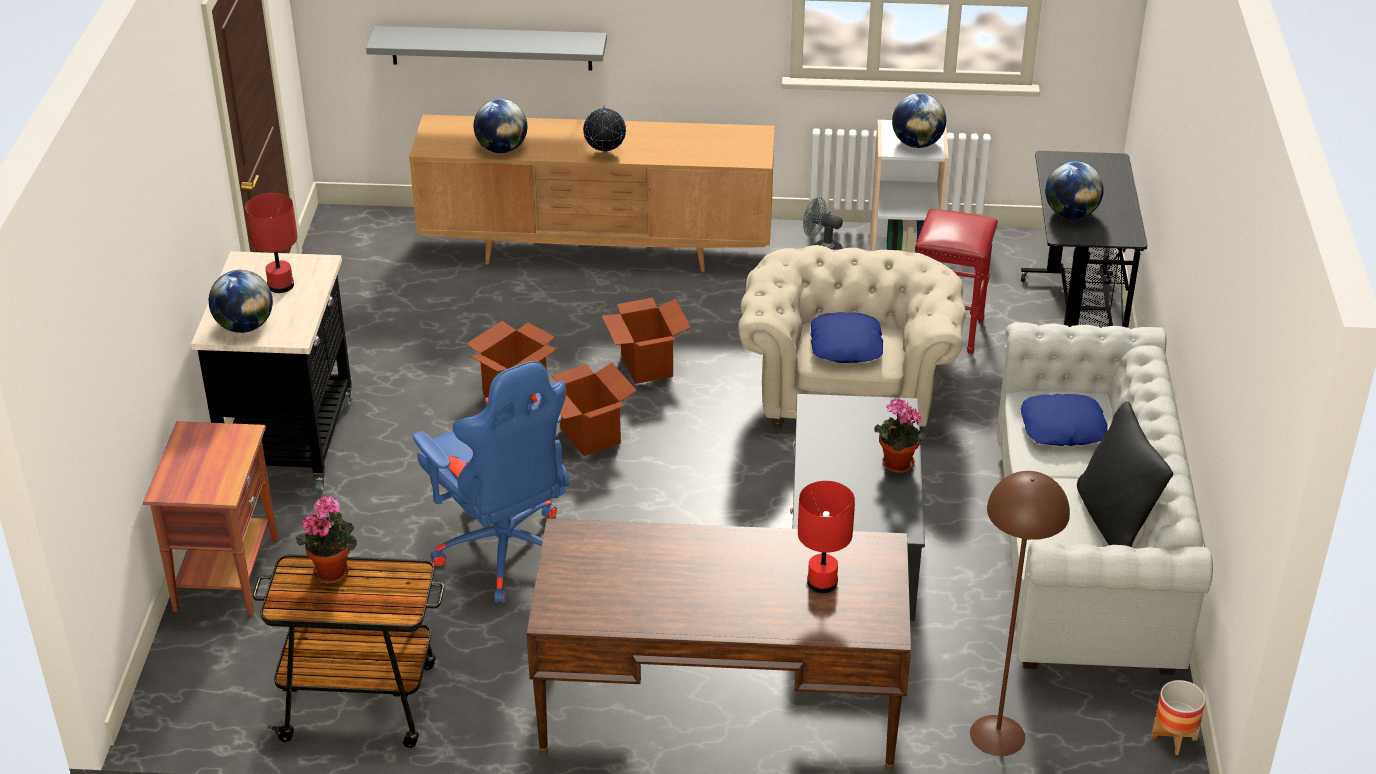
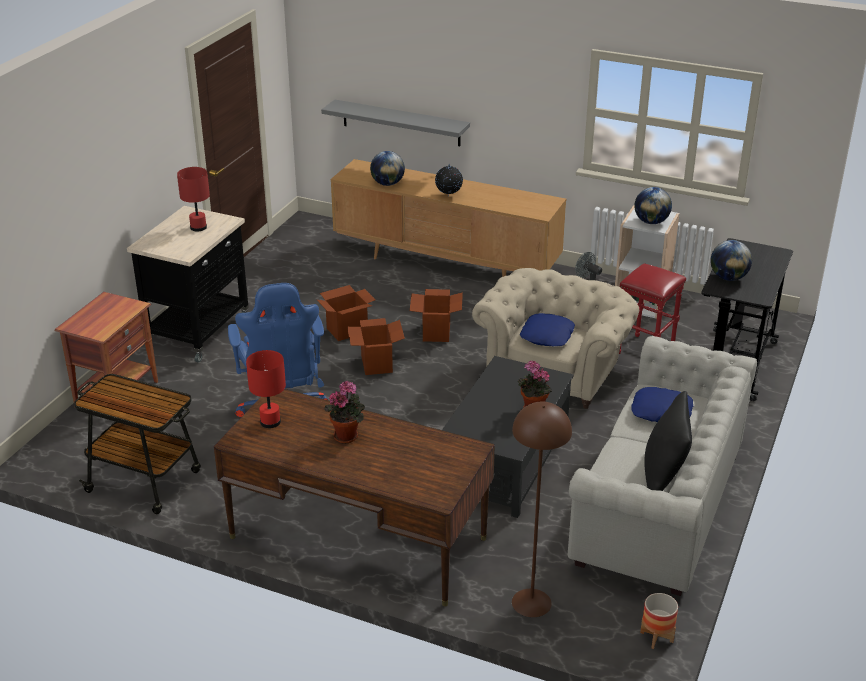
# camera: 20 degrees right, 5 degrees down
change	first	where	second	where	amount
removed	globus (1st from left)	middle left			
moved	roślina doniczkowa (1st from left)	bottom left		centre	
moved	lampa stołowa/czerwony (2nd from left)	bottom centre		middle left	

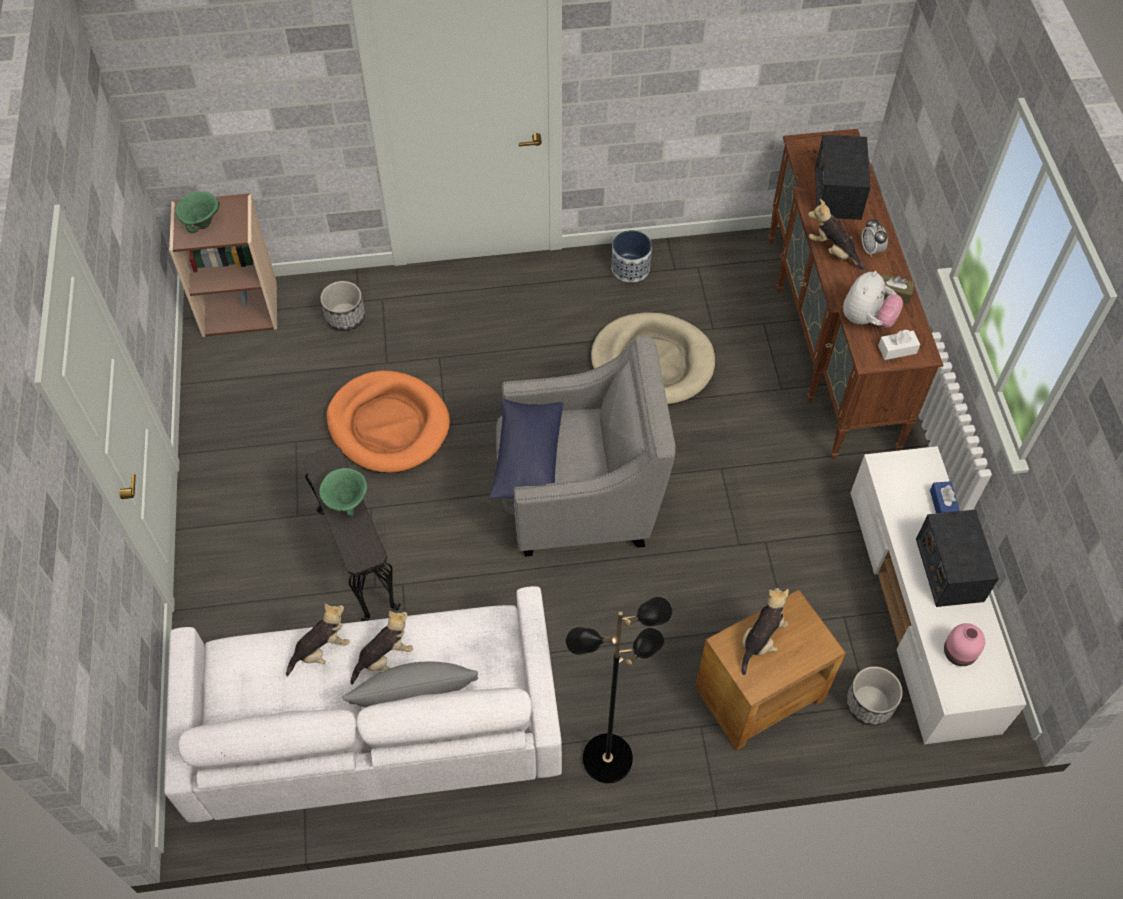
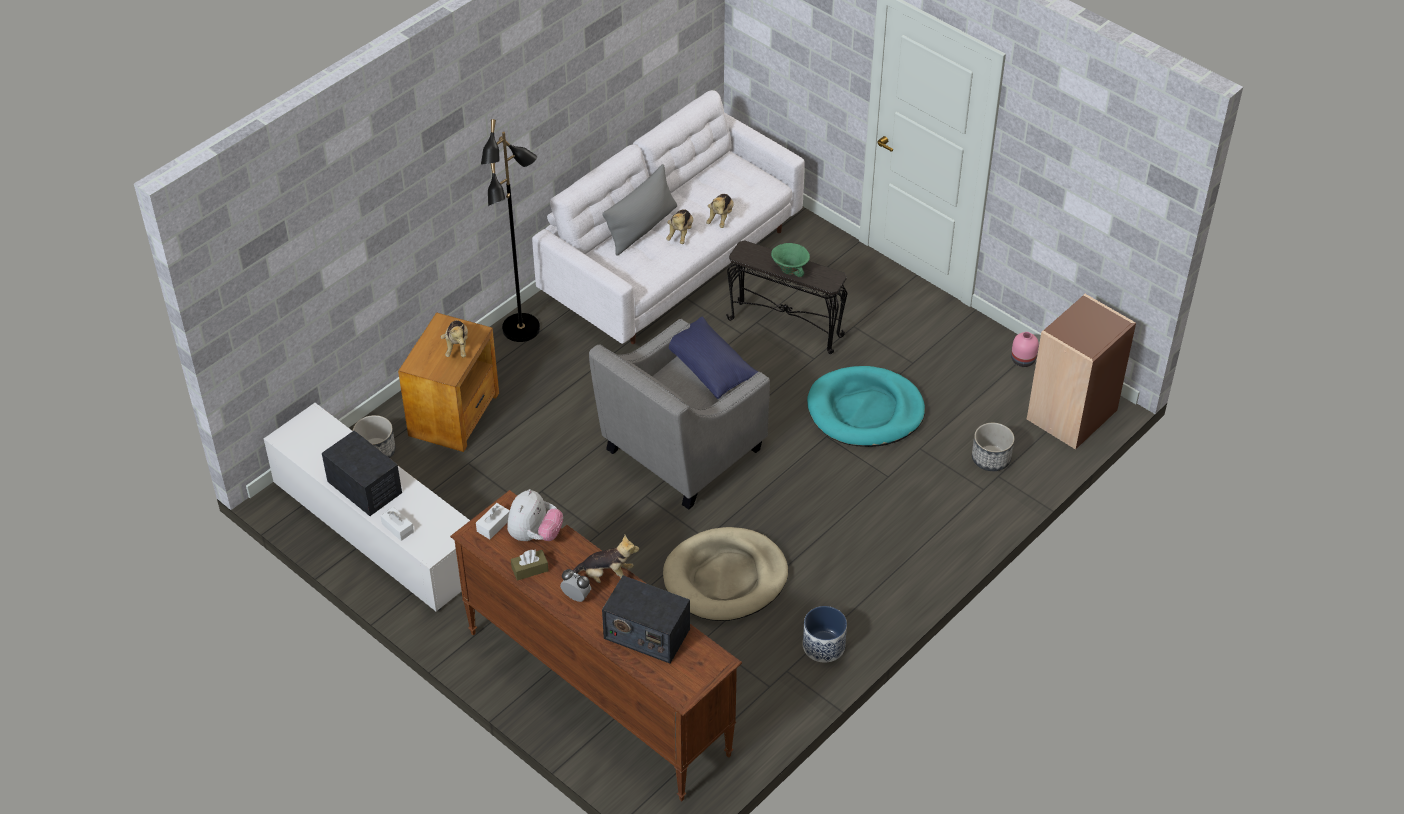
# camera: 140 degrees right, 10 degrees down
change	first	where	second	where	amount
removed	miska/zielony (1st from left)	top left			
recoloured	legowisko/pomarańczowy	centre	legowisko/turkusowy	centre	
turned	radio (1st from left in the first image)	top right	radio (2nd from left)	bottom centre	150 degrees clockwise
turned	pluszak (5th from left in the first image)	top right	pluszak (2nd from left)	centre	150 degrees counterclockwise
recoloured	pudełko chusteczek/niebieski	middle right	pudełko chusteczek/biały (1st from left)	middle left	
moved	wazon/różowy	bottom right		middle right	

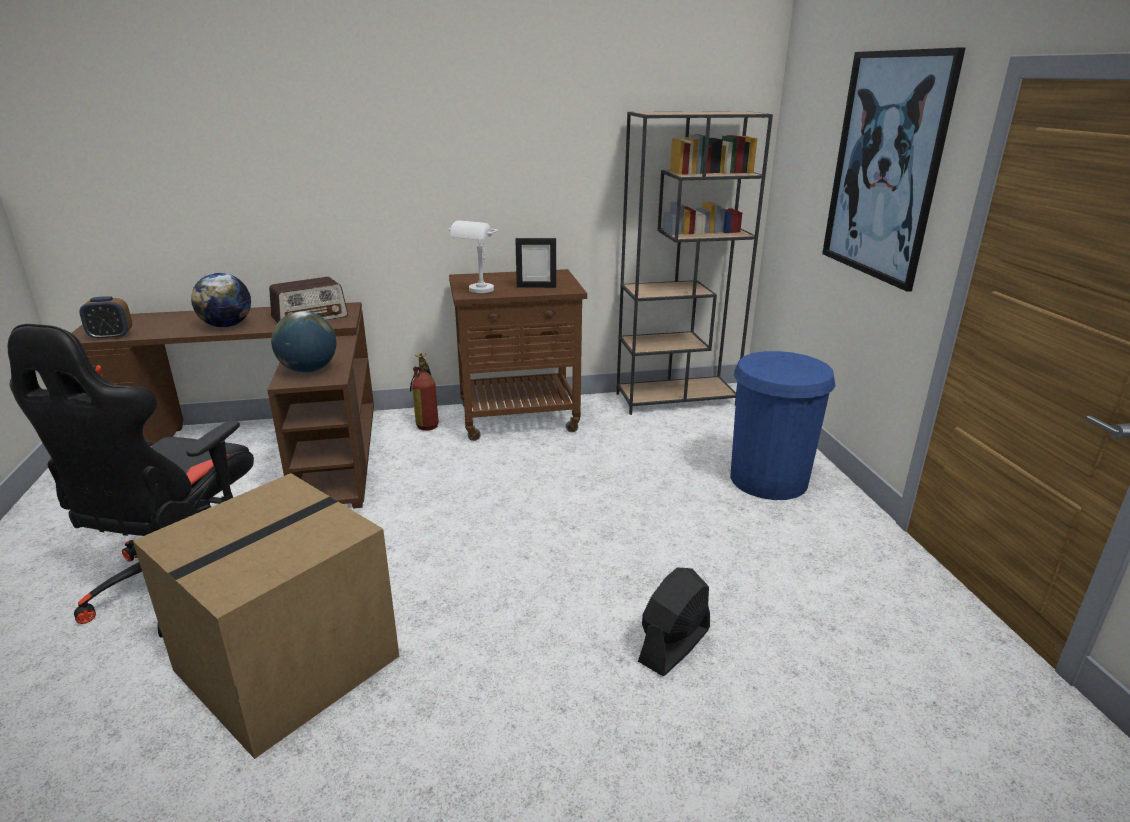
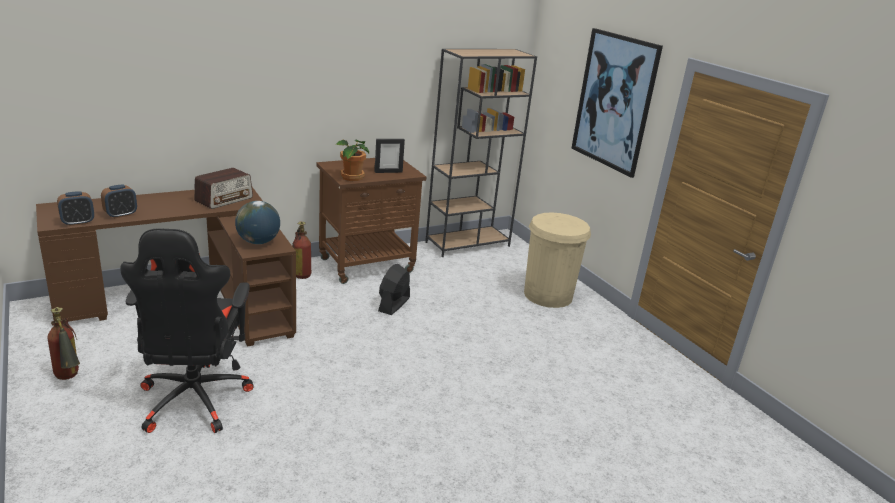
# camera: 20 degrees left, 0 degrees up
change	first	where	second	where	amount
removed	karton	bottom left			
removed	globus (1st from left)	middle left			
replaced	lampa stołowa/biały	top centre	roślina doniczkowa	top centre	
moved	wentylator/czarny	bottom centre		centre	
recoloured	kosz na śmieci/niebieski	middle right	kosz na śmieci/beżowy	centre	
added			gaśnica (1st from left)	bottom left	
added			budzik (2nd from left)	middle left	

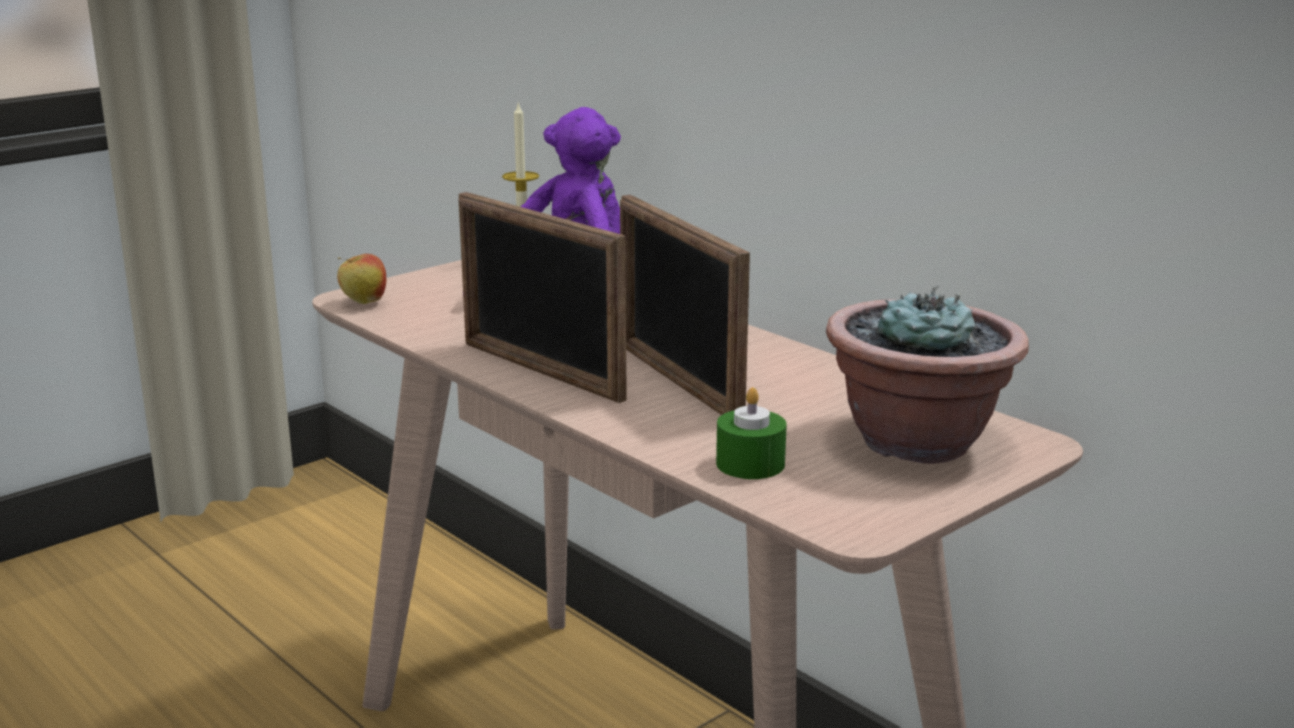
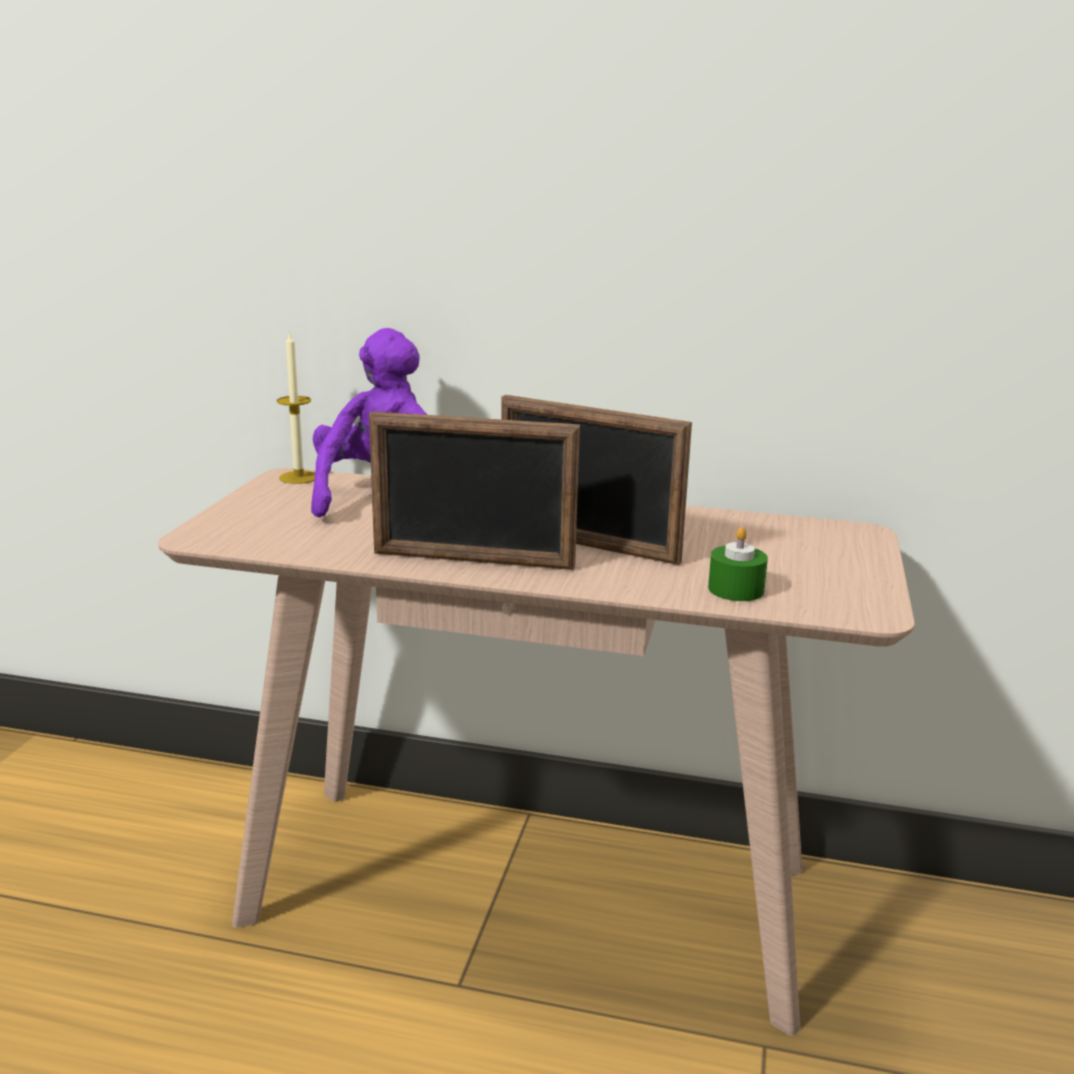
# camera: 35 degrees left, 0 degrees up
change	first	where	second	where	amount
removed	jabłko	middle left			
removed	roślina doniczkowa	middle right			

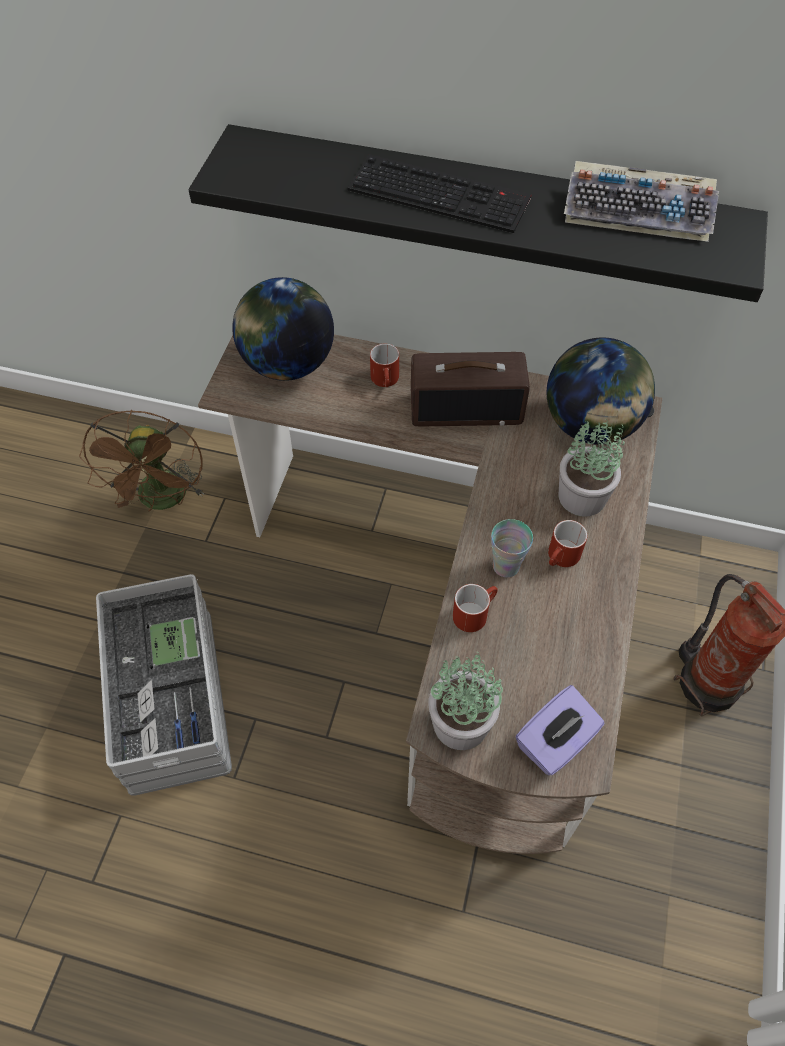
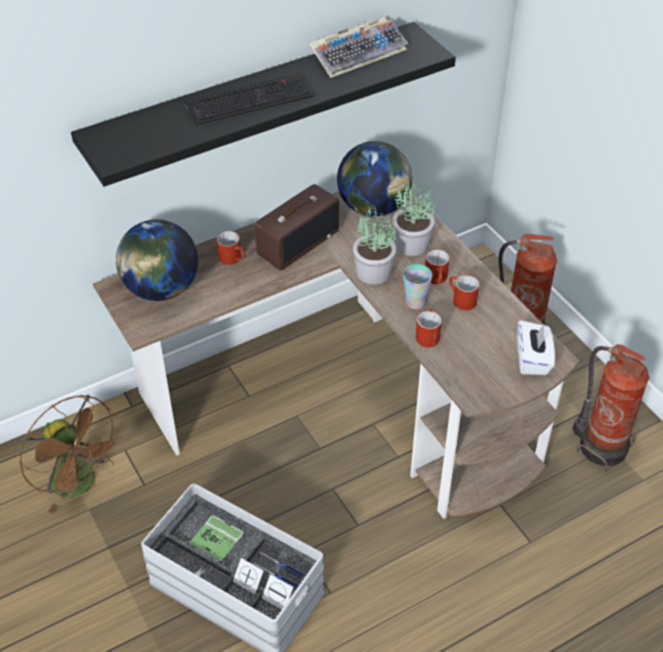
# camera: 45 degrees left, 10 degrees down
change	first	where	second	where	amount
moved	roślina doniczkowa (1st from left)	bottom centre		centre	
recoloured	pudełko chusteczek/fioletowy	bottom right	pudełko chusteczek/biały	middle right	
added			kubek/czerwony (4th from left)	middle right	
added			gaśnica (2nd from left)	middle right	

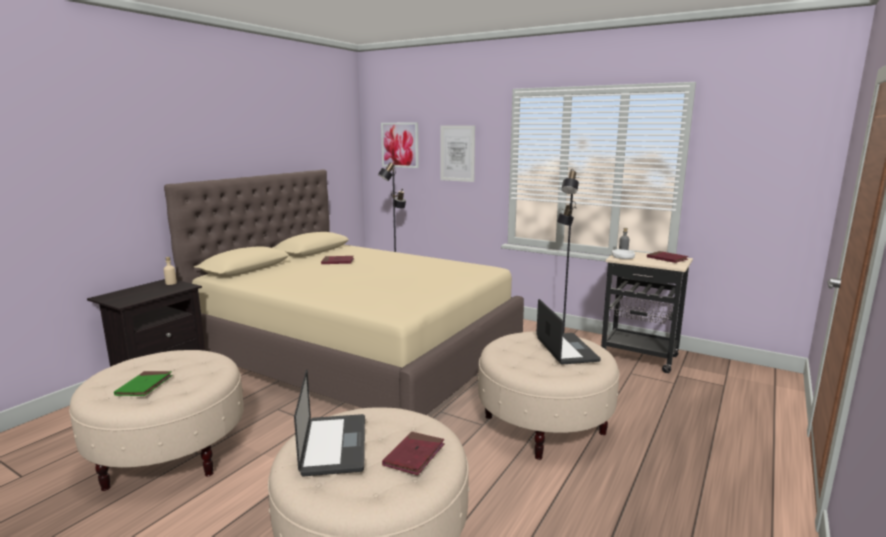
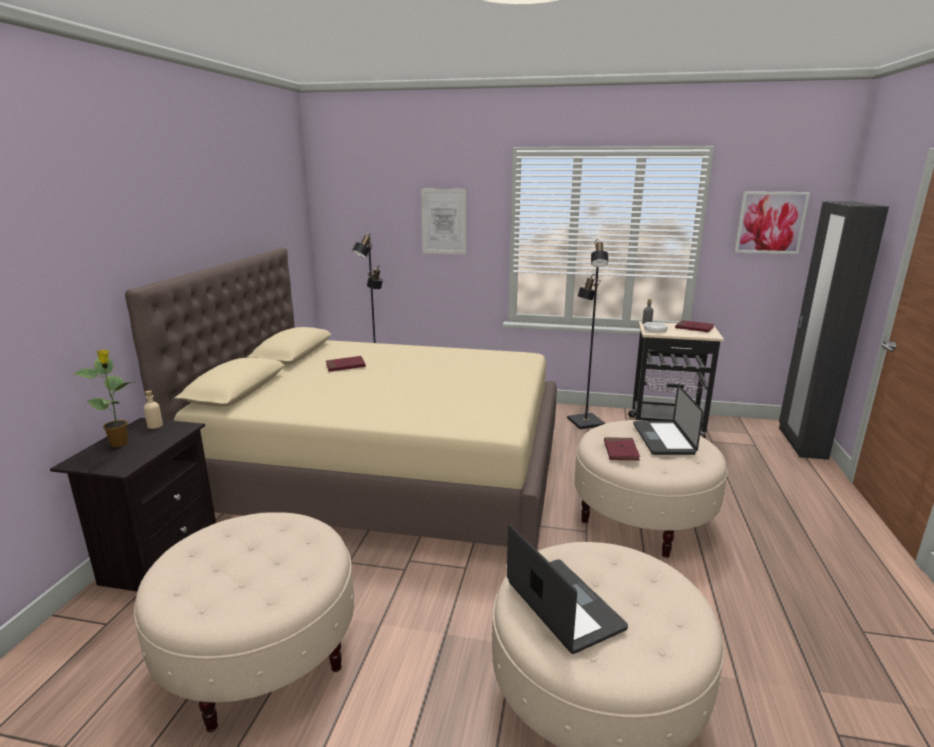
# camera: 20 degrees left, 5 degrees up
change	first	where	second	where	amount
removed	książka/zielony	bottom left			
moved	obraz (1st from left in the first image)	top centre	obraz (2nd from left)	top right	
moved	książka/czerwony (2nd from left)	bottom centre		centre	
turned	laptop (2nd from left)	centre		middle right	150 degrees counterclockwise
added			roślina doniczkowa	middle left	
added			szafa/czarny	middle right	

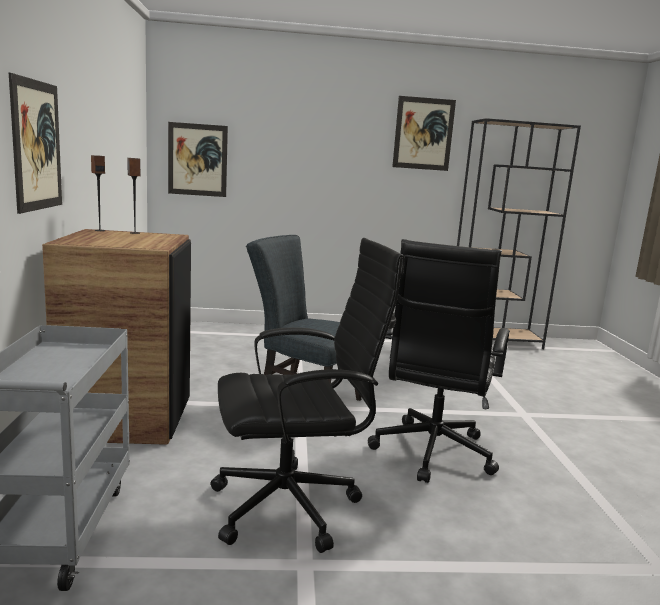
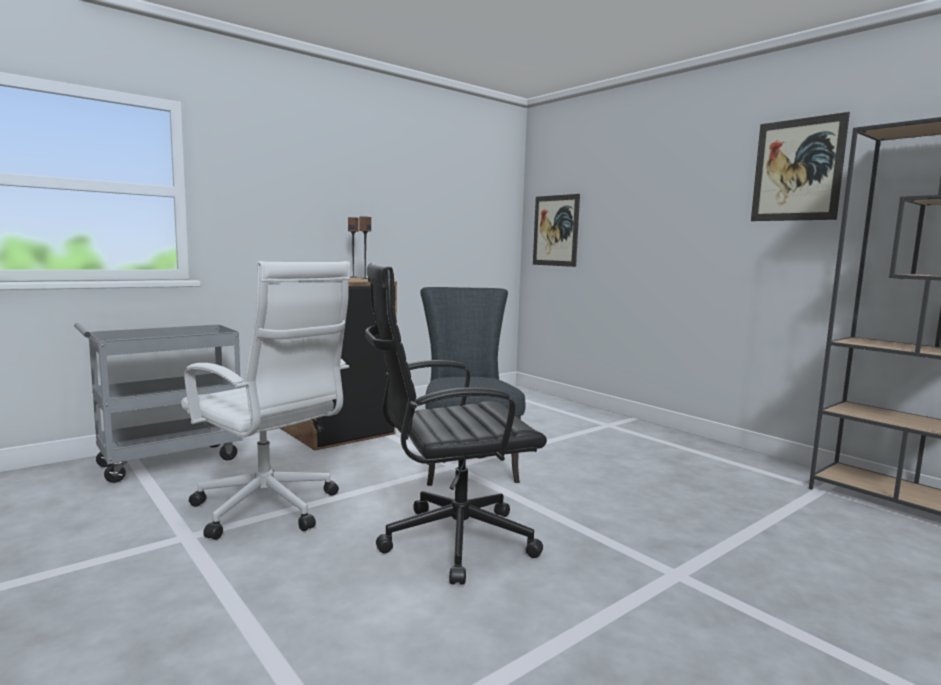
# camera: 55 degrees right, 5 degrees down
change	first	where	second	where	amount
removed	obraz (1st from left)	top left			
recoloured	krzesło biurowe/czarny (1st from left)	centre	krzesło biurowe/biały	middle left	

